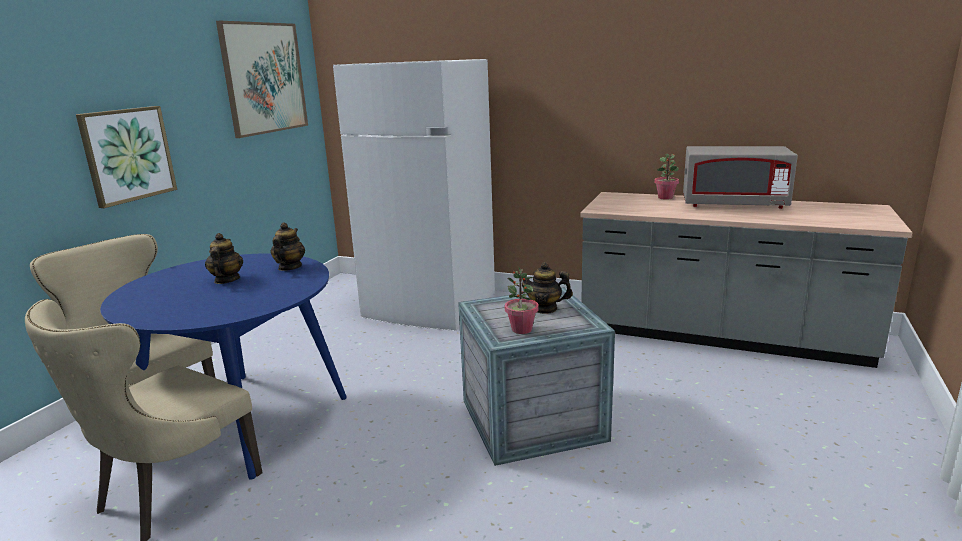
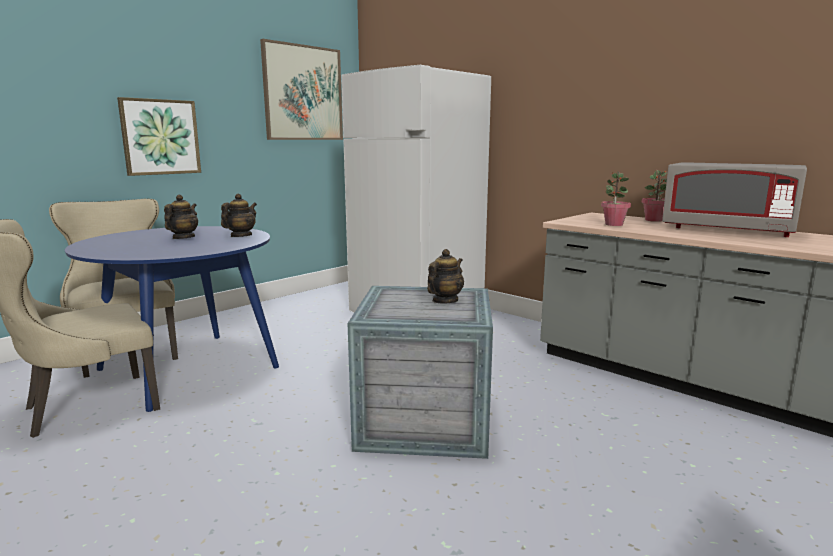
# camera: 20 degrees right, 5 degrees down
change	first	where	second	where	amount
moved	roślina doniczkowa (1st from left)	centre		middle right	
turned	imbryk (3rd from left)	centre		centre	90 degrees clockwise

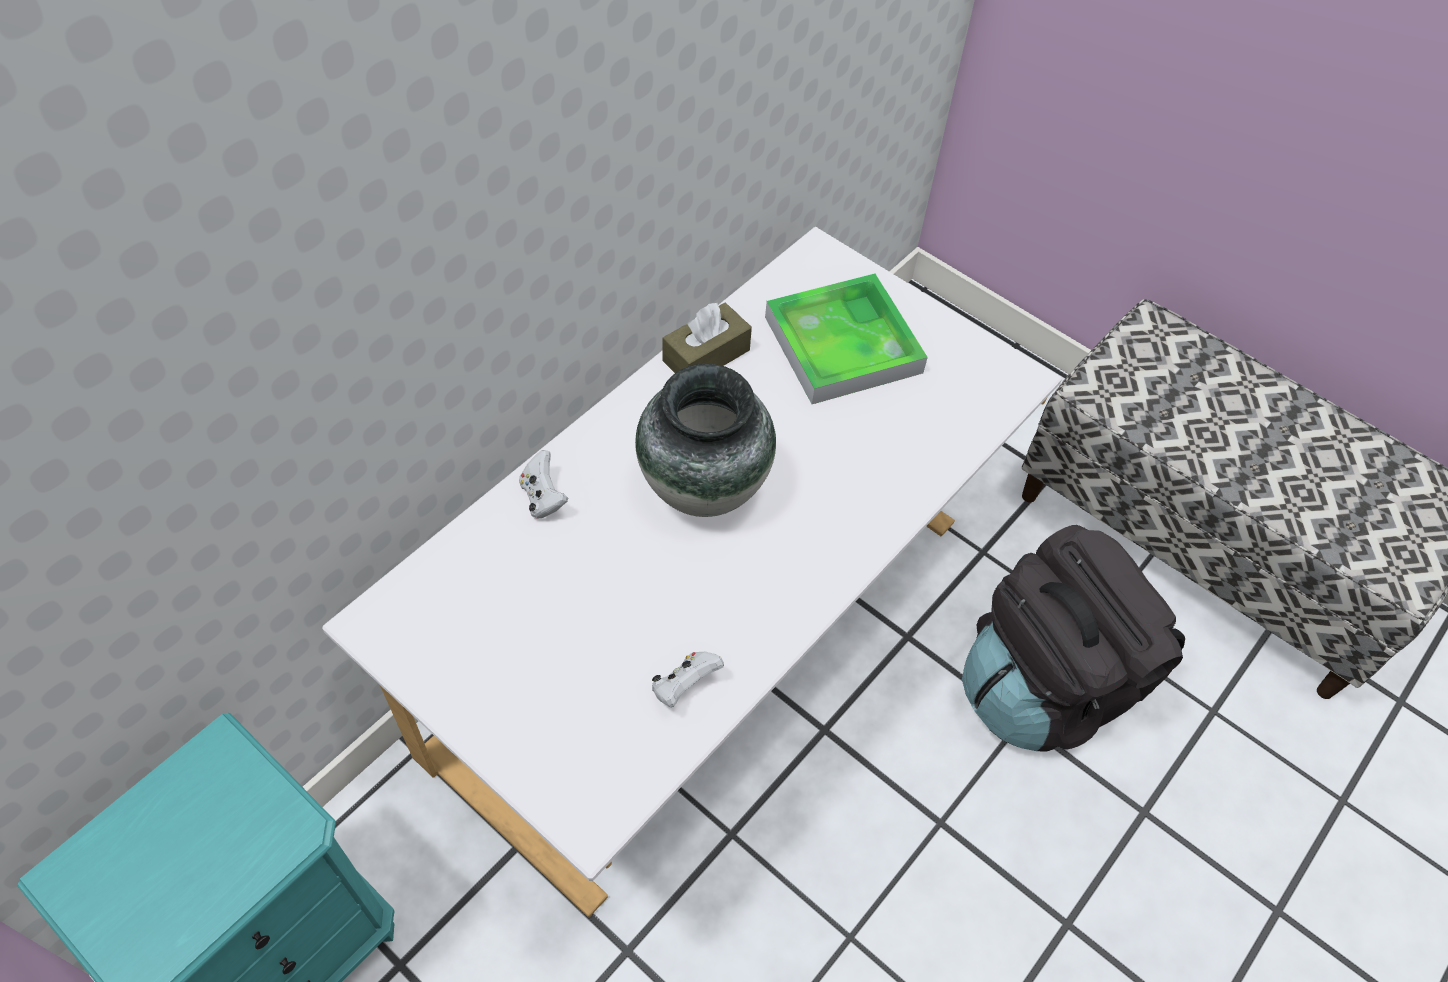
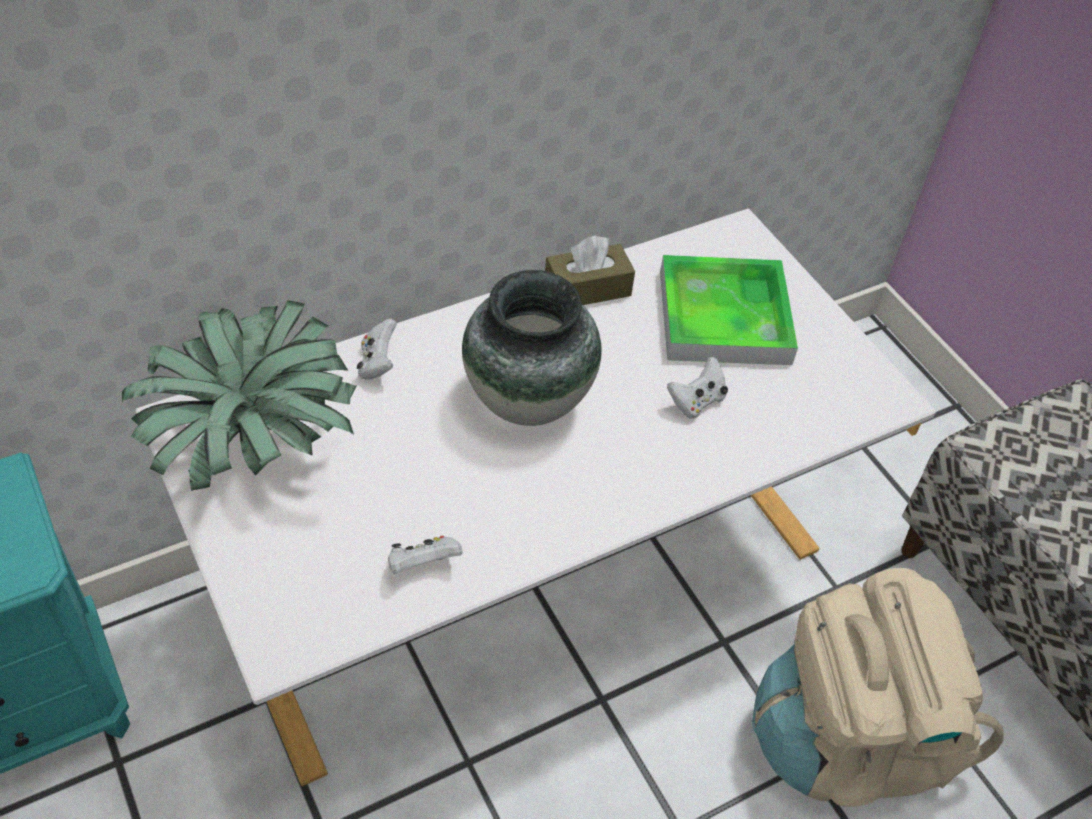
# camera: 20 degrees right, 5 degrees down
change	first	where	second	where	amount
recoloured	plecak/czarny	middle right	plecak/beżowy	bottom right	
added			roślina doniczkowa	middle left	
added			pad do gier/biały (3rd from left)	centre	

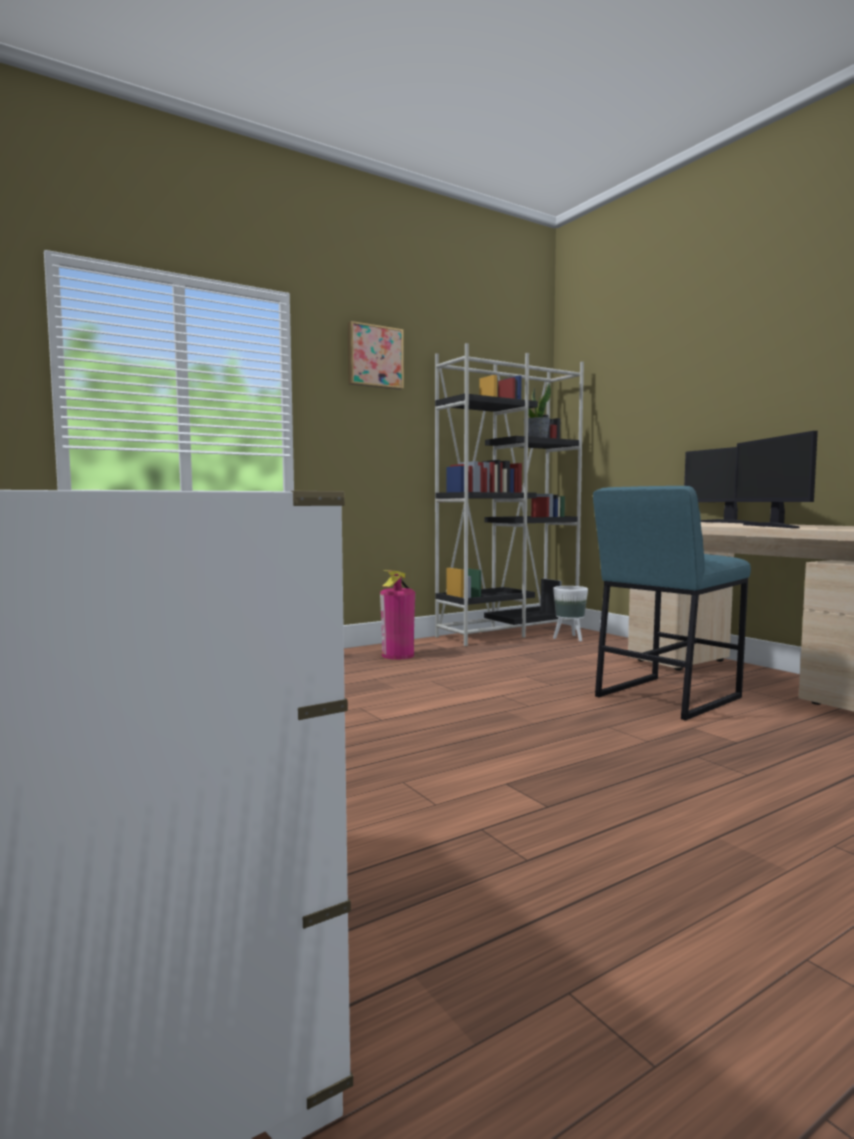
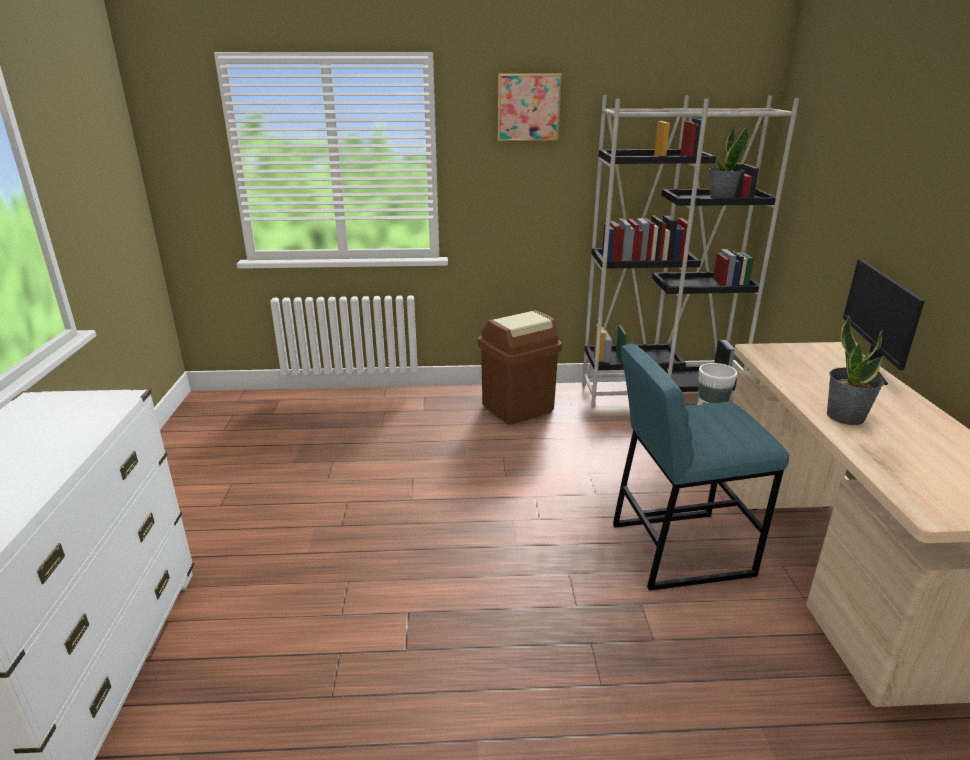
# camera: 30 degrees right, 20 degrees up
change	first	where	second	where	amount
replaced	gaśnica	centre	kosz na śmieci/brązowy	centre	
replaced	monitor (2nd from left)	middle right	roślina doniczkowa (2nd from left)	middle right	

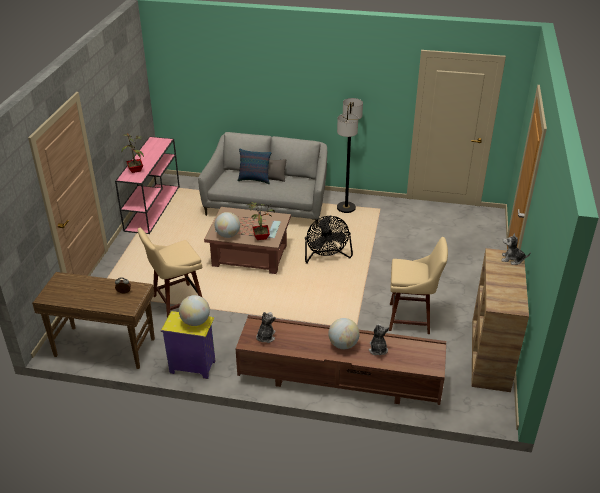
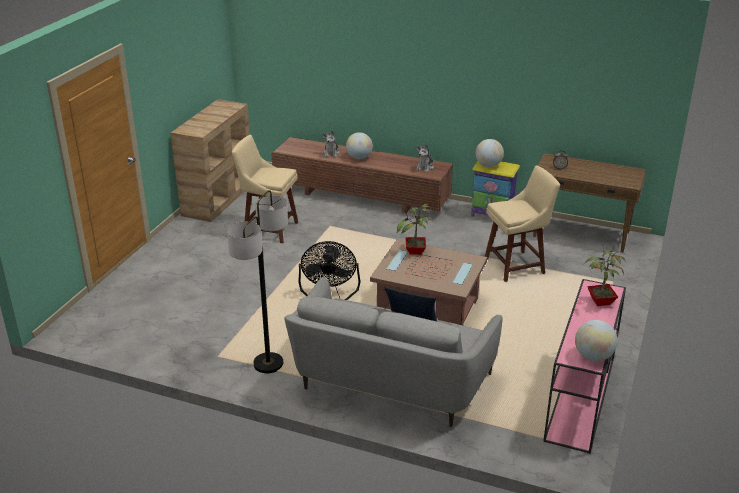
# camera: 170 degrees left, 5 degrees down
change	first	where	second	where	amount
moved	globus (2nd from left in the first image)	centre	globus (3rd from left)	bottom right	
removed	pluszak (3rd from left)	middle right			

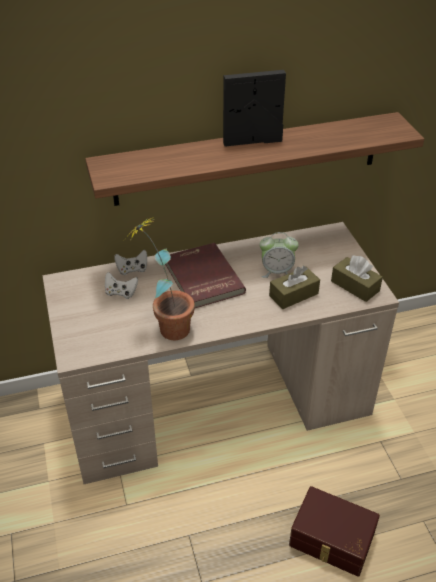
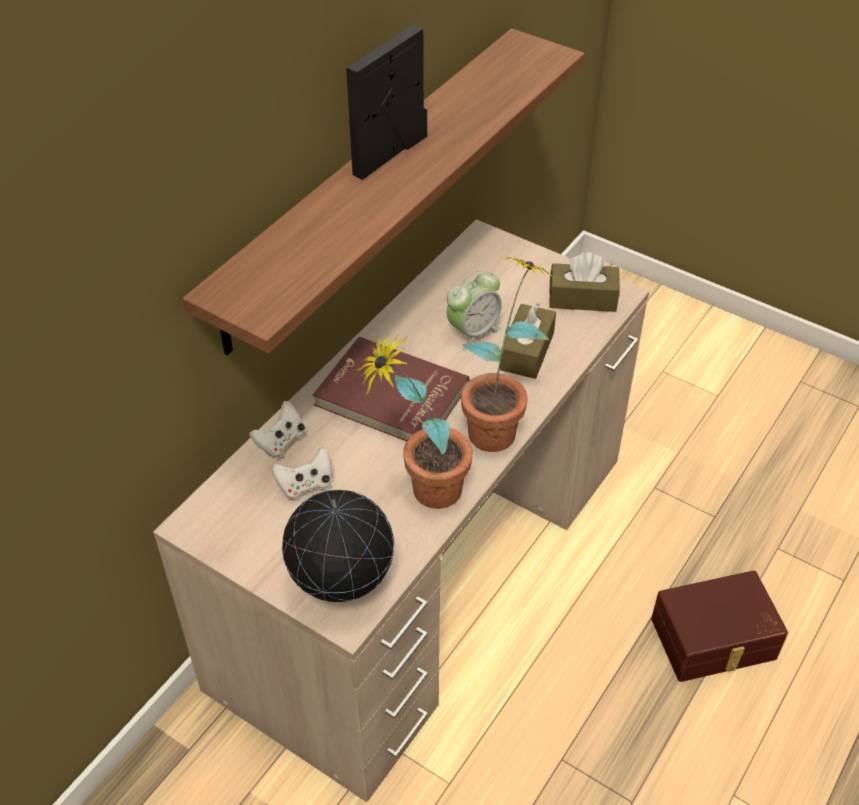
# camera: 40 degrees left, 5 degrees up
change	first	where	second	where	amount
added			globus	bottom centre	
added			roślina doniczkowa (2nd from left)	centre	

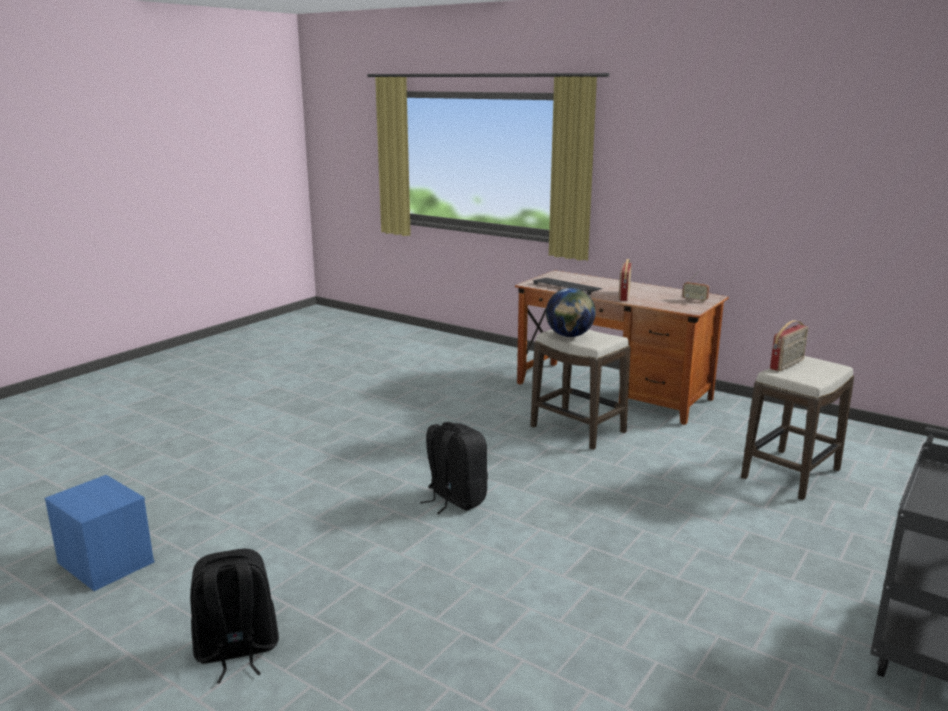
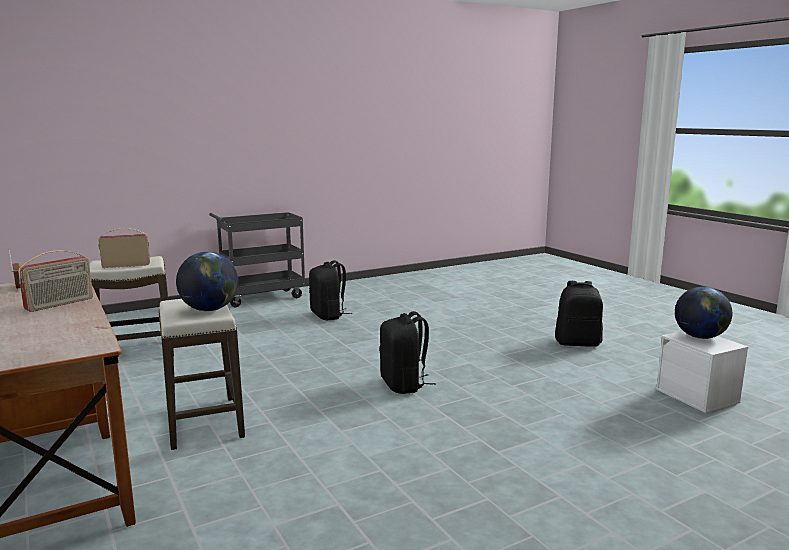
# camera: 155 degrees left, 5 degrees down
change	first	where	second	where	amount
recoloured	pojemnik do przechowywania/niebieski	bottom left	pojemnik do przechowywania/biały	bottom right	
removed	klawiatura	centre			
added			plecak/czarny (1st from left)	centre	
added			globus (2nd from left)	middle right	

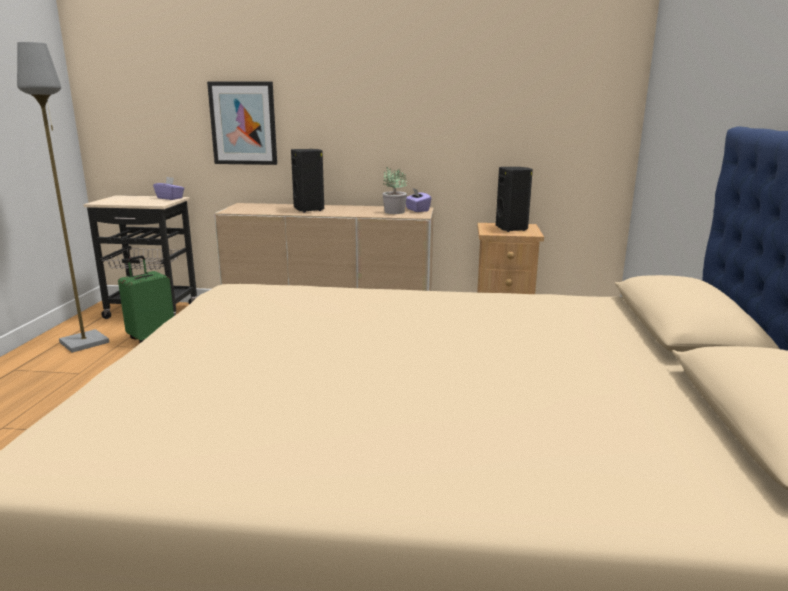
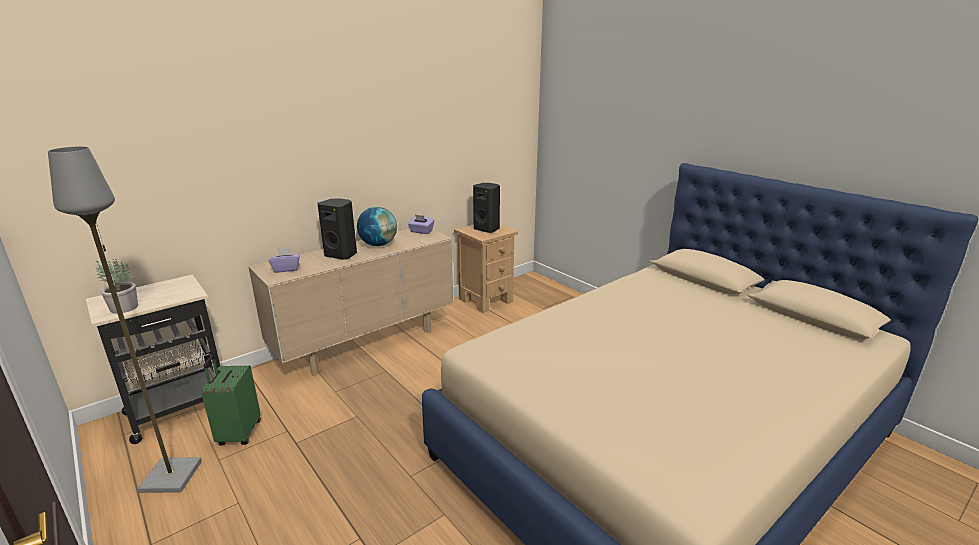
# camera: 45 degrees left, 5 degrees up
change	first	where	second	where	amount
moved	pudełko chusteczek/fioletowy (1st from left)	top left		middle left	
removed	obraz	top left			
moved	roślina doniczkowa	top centre		middle left	
added			globus	centre	

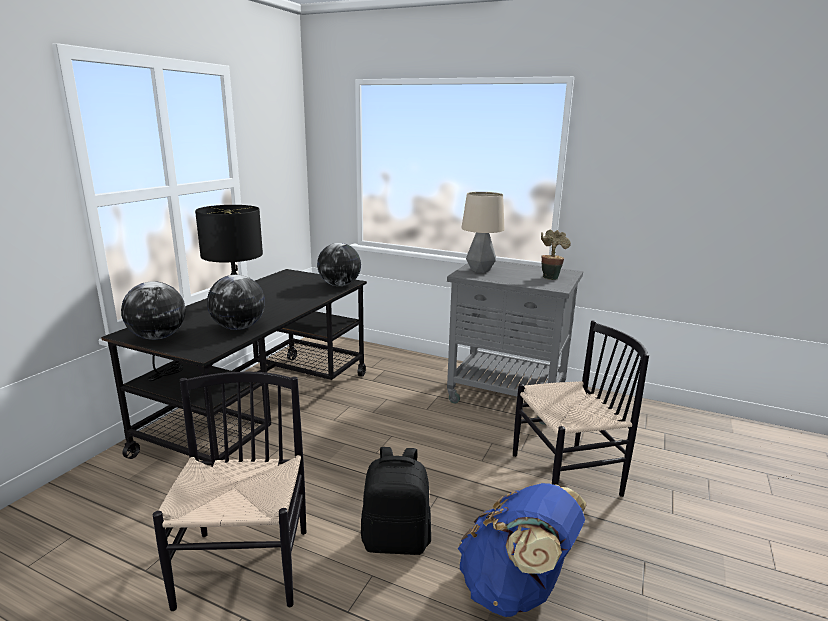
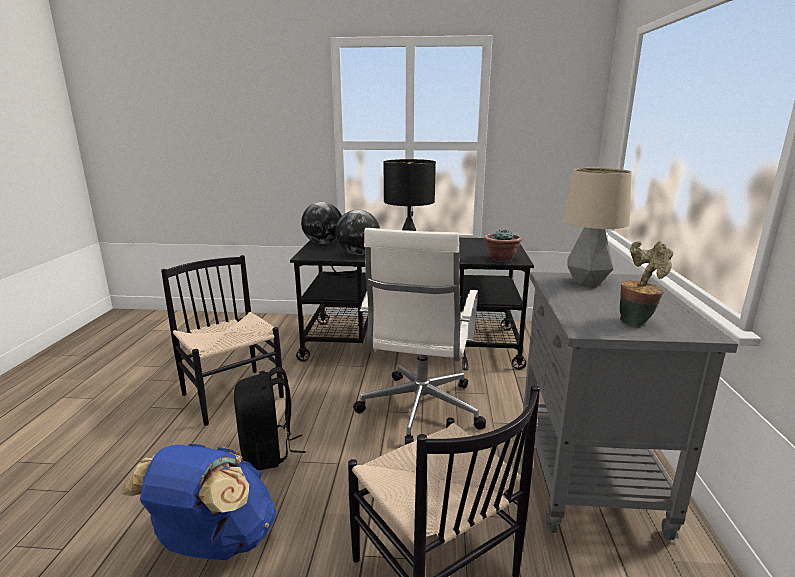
# camera: 70 degrees right, 0 degrees up
change	first	where	second	where	amount
turned	krzesło/czarny (1st from left)	bottom left		middle left	105 degrees counterclockwise
replaced	globus (3rd from left)	centre	roślina doniczkowa (1st from left)	centre	
added			krzesło biurowe/biały	centre	

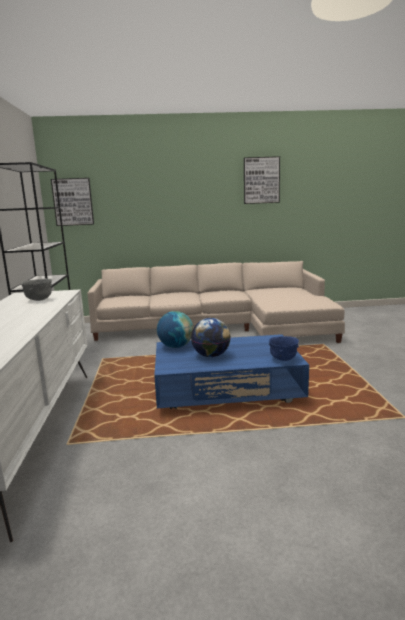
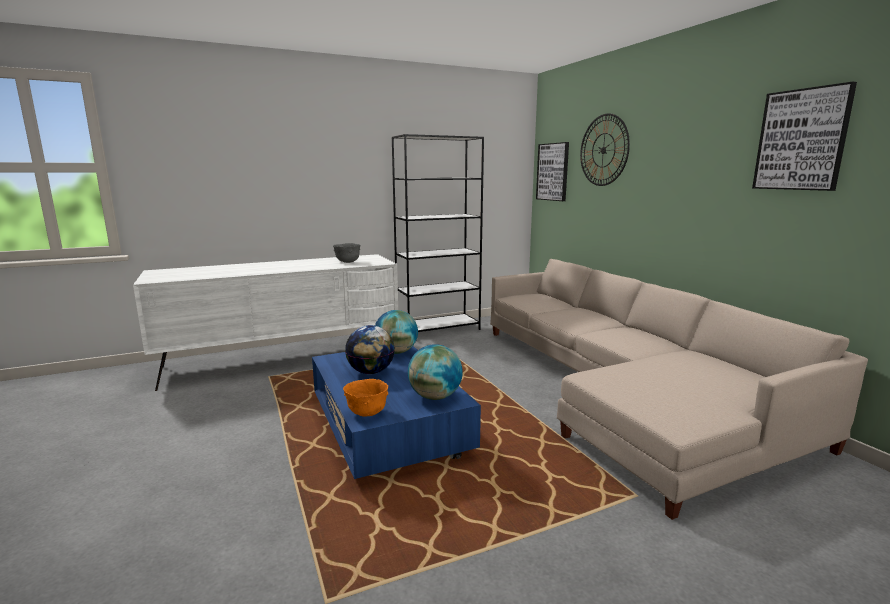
# camera: 70 degrees right, 0 degrees up
change	first	where	second	where	amount
recoloured	miska/niebieski	middle right	miska/pomarańczowy	centre	
added			globus (3rd from left)	centre	
added			zegar ścienny	top right	

